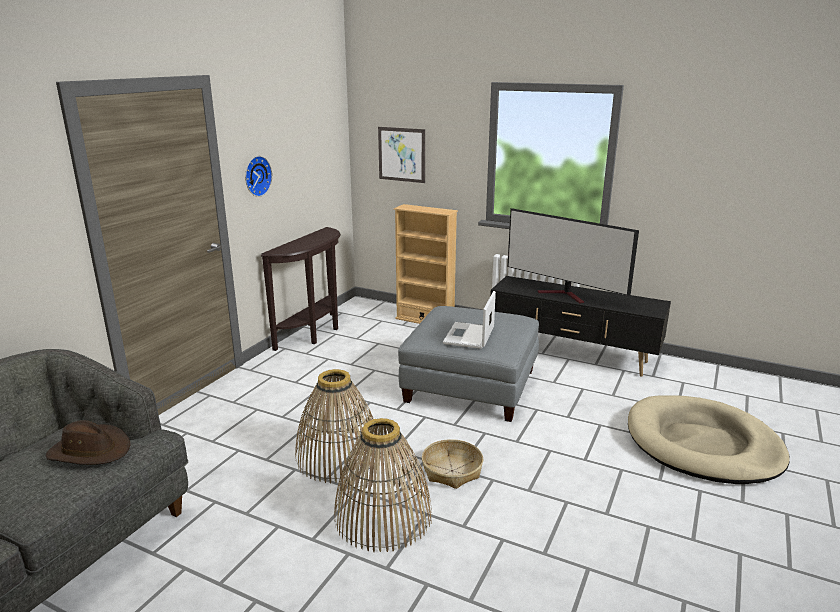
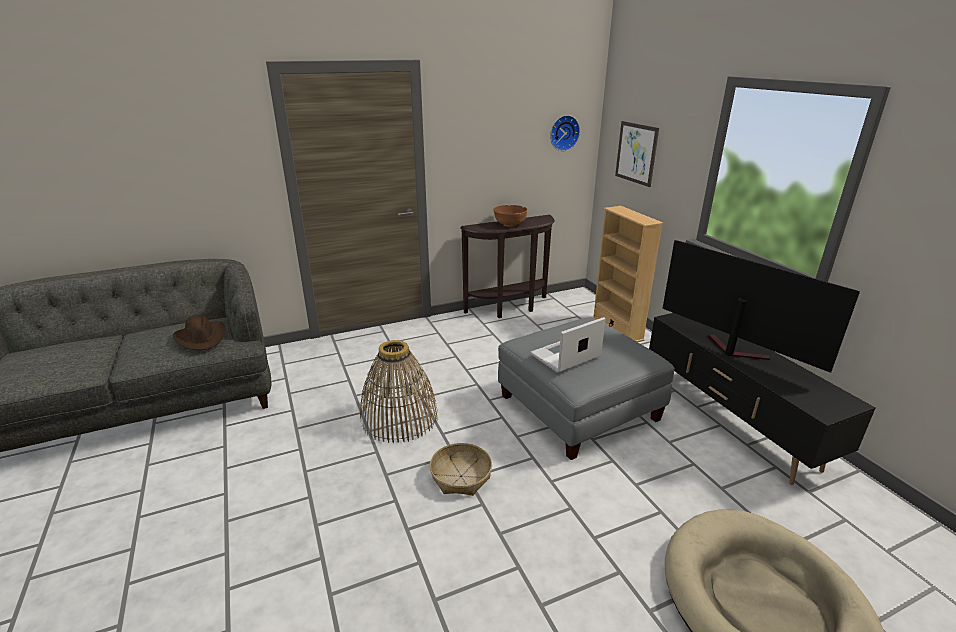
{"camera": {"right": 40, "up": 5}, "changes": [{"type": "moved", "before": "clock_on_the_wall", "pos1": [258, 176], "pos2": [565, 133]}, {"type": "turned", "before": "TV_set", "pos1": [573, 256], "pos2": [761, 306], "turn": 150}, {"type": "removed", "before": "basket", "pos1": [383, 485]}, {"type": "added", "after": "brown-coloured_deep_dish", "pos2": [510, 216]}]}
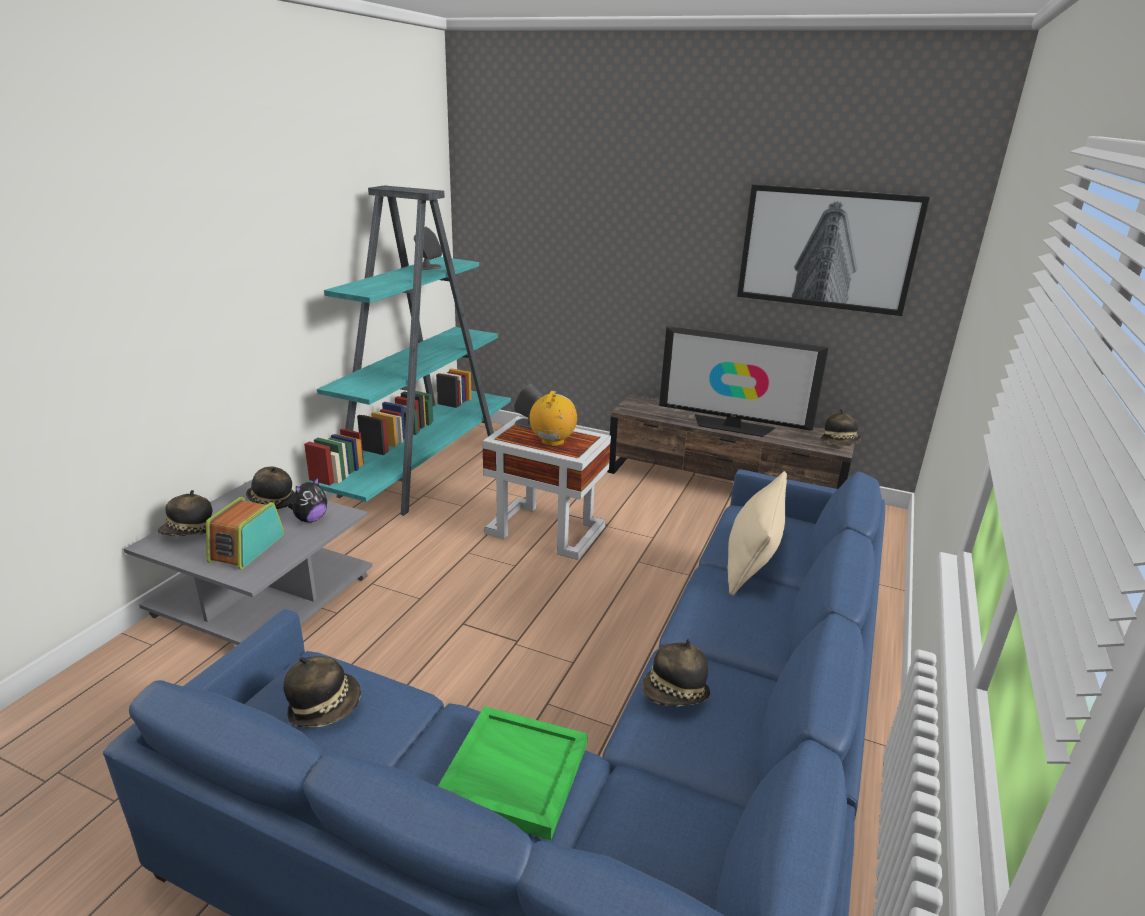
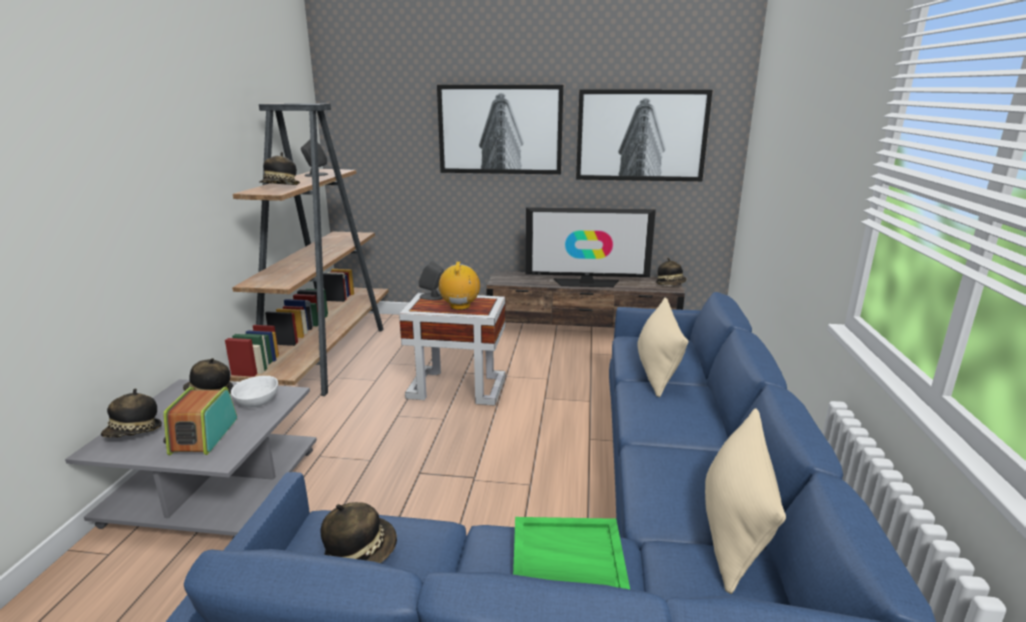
{"camera": {"right": -15, "up": -5}, "changes": [{"type": "recoloured", "before": "turquoise_bookcase", "after": "brown-coloured_bookcase", "pos1": [407, 350], "pos2": [307, 249]}, {"type": "replaced", "before": "soft_toy", "after": "white-coloured_deep_dish", "pos1": [307, 499], "pos2": [254, 391]}, {"type": "moved", "before": "wearable_hat", "pos1": [676, 673], "pos2": [280, 168]}, {"type": "added", "after": "wall_art", "pos2": [500, 129]}, {"type": "added", "after": "sand-coloured_throw_pillow", "pos2": [745, 501]}]}
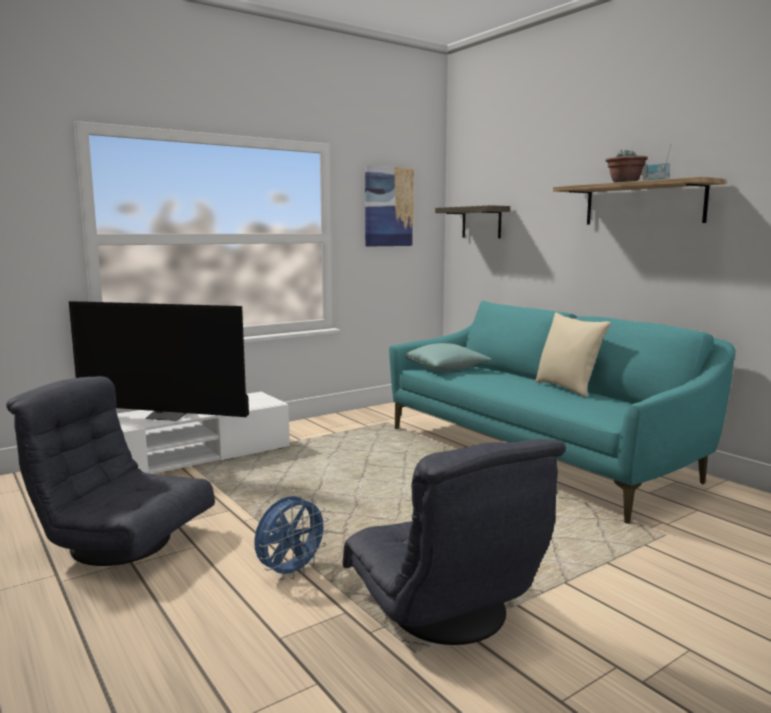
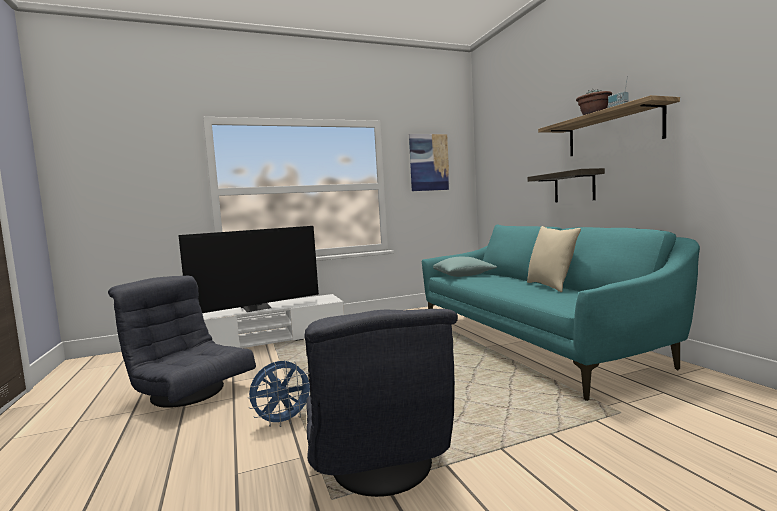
{"camera": {"right": 15, "up": -5}, "changes": [{"type": "moved", "before": "wall_shelf", "pos1": [472, 221], "pos2": [566, 185]}, {"type": "turned", "before": "TV_set", "pos1": [159, 361], "pos2": [248, 269], "turn": -60}]}
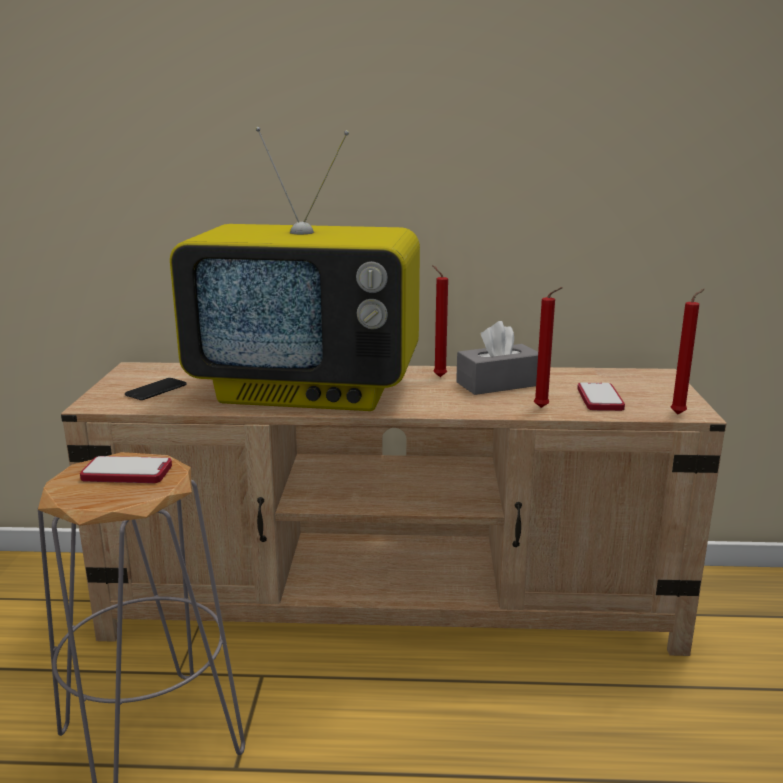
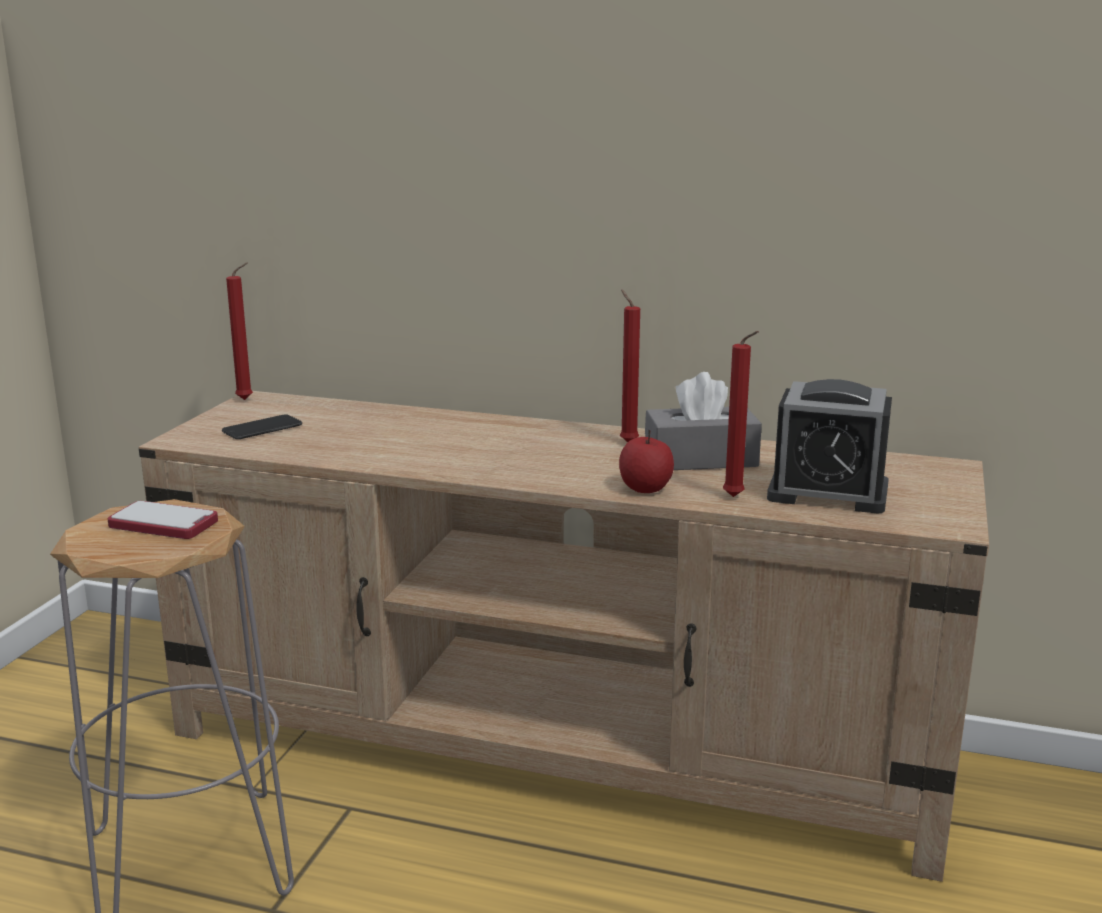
{"camera": {"right": 15, "up": 0}, "changes": [{"type": "removed", "before": "TV_set", "pos1": [295, 269]}, {"type": "moved", "before": "red_candle", "pos1": [687, 351], "pos2": [239, 331]}, {"type": "replaced", "before": "handset", "after": "bedside_clock", "pos1": [601, 397], "pos2": [829, 446]}, {"type": "added", "after": "apple_fruit", "pos2": [646, 461]}]}
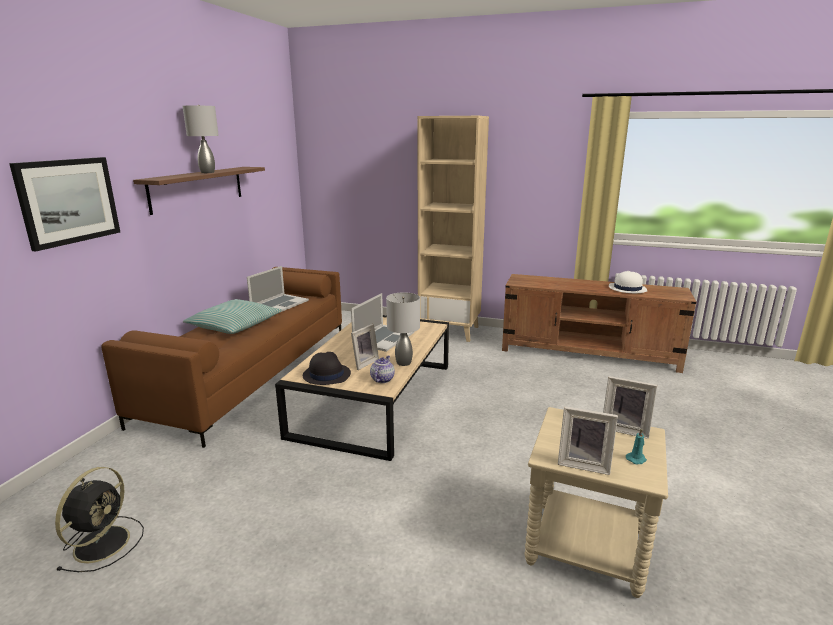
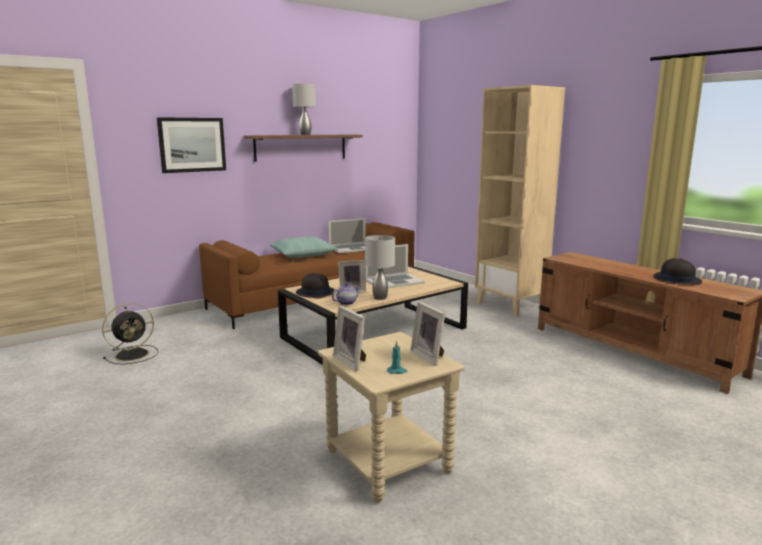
{"camera": {"right": 35, "up": -5}, "changes": [{"type": "recoloured", "before": "white-coloured_wearable_hat", "after": "black_wearable_hat", "pos1": [628, 282], "pos2": [677, 271]}]}
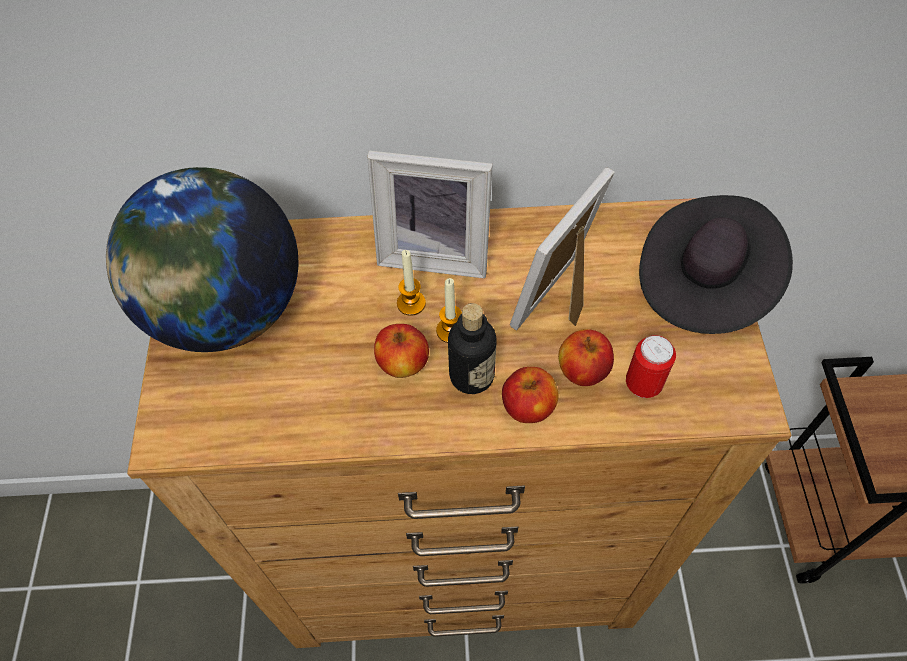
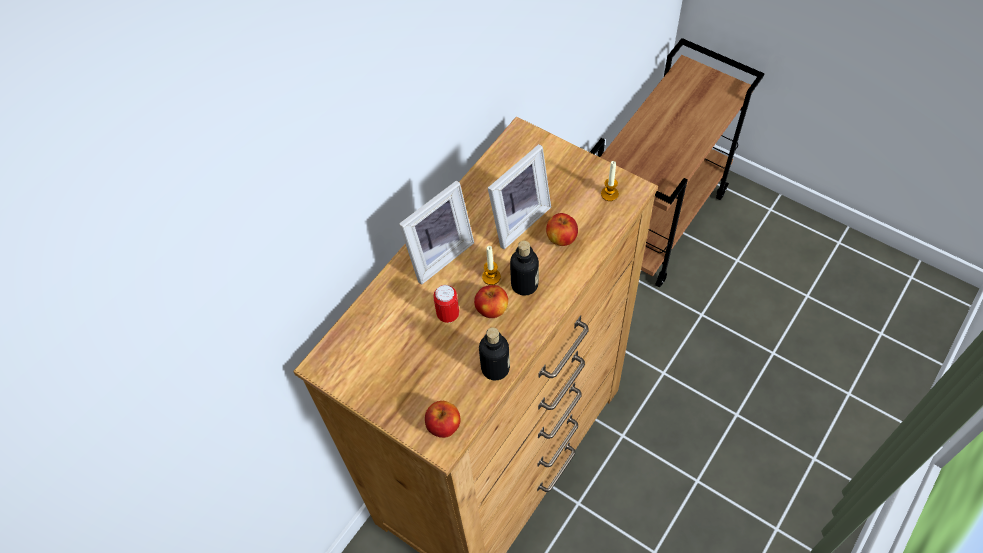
{"camera": {"right": -50, "up": 0}, "changes": [{"type": "removed", "before": "desk_globe", "pos1": [202, 259]}, {"type": "turned", "before": "picture_frame", "pos1": [562, 249], "pos2": [519, 196], "turn": -120}, {"type": "removed", "before": "black_wearable_hat", "pos1": [716, 264]}, {"type": "moved", "before": "candle", "pos1": [411, 283], "pos2": [610, 181]}, {"type": "moved", "before": "sealed_can", "pos1": [651, 366], "pos2": [446, 304]}, {"type": "moved", "before": "apple_fruit", "pos1": [530, 395], "pos2": [442, 419]}, {"type": "added", "after": "beverage_bottle", "pos2": [494, 354]}]}
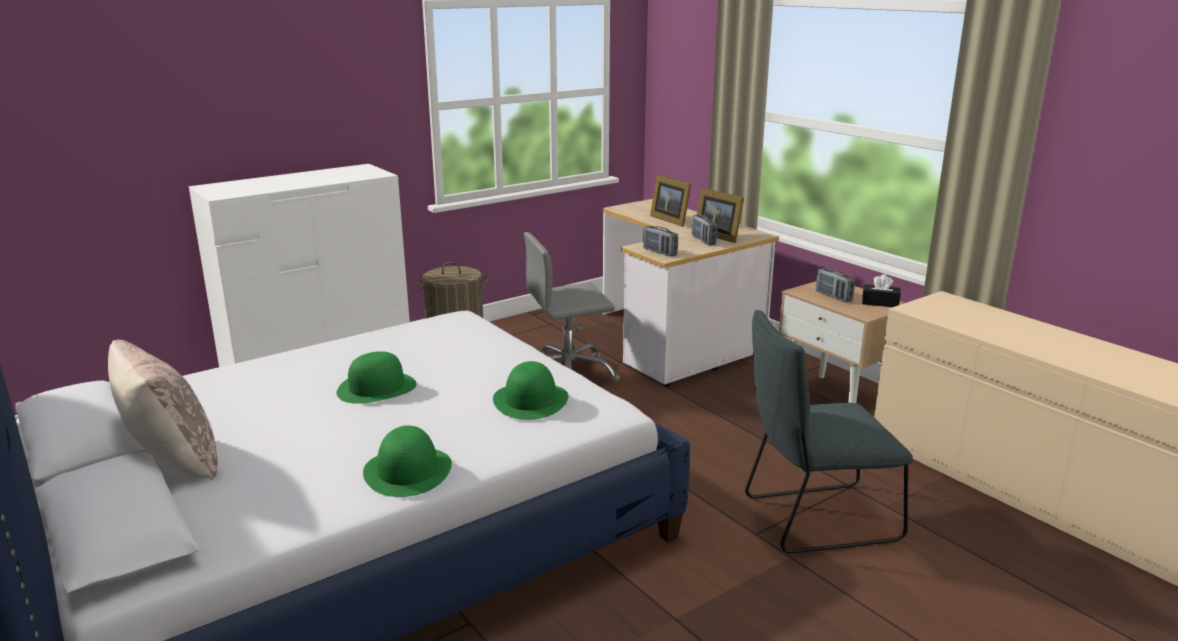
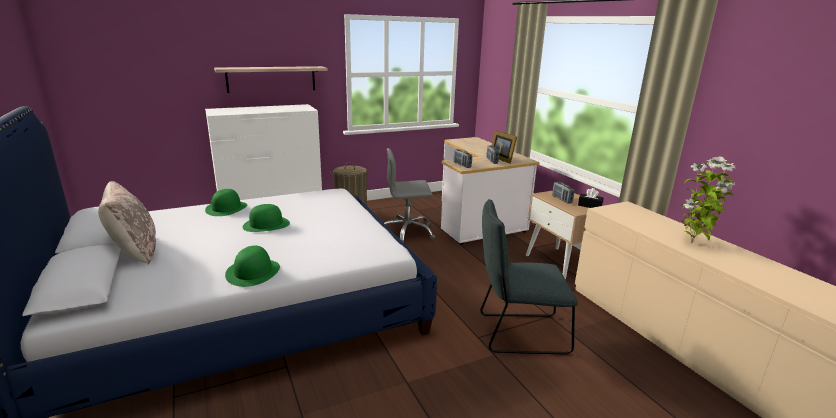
{"camera": {"right": 10, "up": 0}, "changes": [{"type": "removed", "before": "picture_frame", "pos1": [670, 201]}, {"type": "moved", "before": "greenish_wearable_hat", "pos1": [530, 390], "pos2": [226, 202]}, {"type": "added", "after": "wall_shelf", "pos2": [271, 79]}, {"type": "added", "after": "plant_in_a_pot", "pos2": [708, 199]}]}
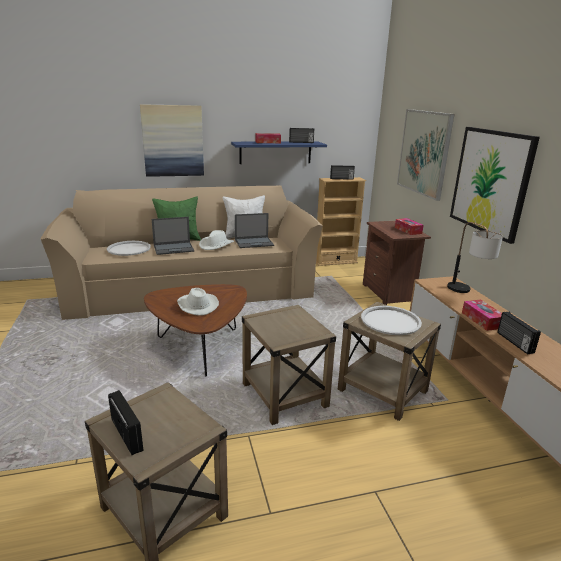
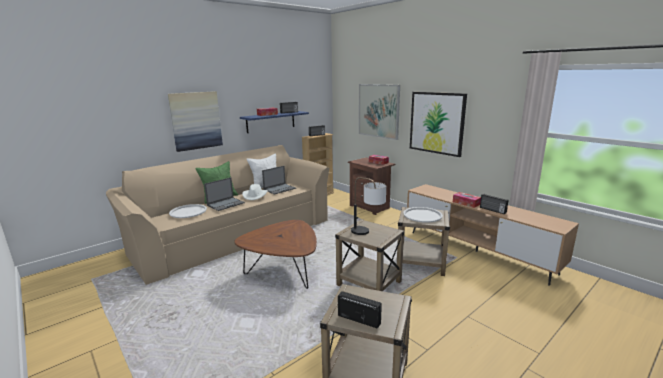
{"camera": {"right": -25, "up": -5}, "changes": [{"type": "moved", "before": "tabletop_lamp", "pos1": [475, 257], "pos2": [368, 206]}, {"type": "removed", "before": "white-coloured_wearable_hat", "pos1": [198, 302]}]}
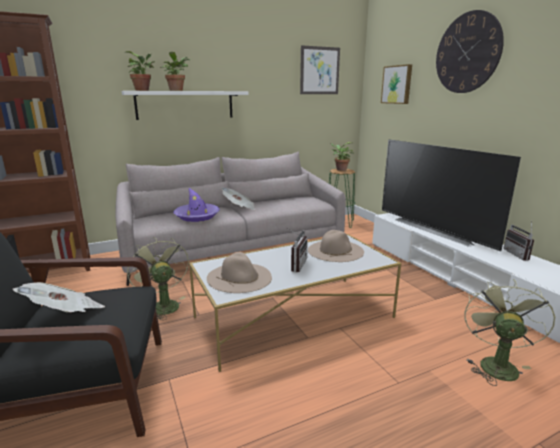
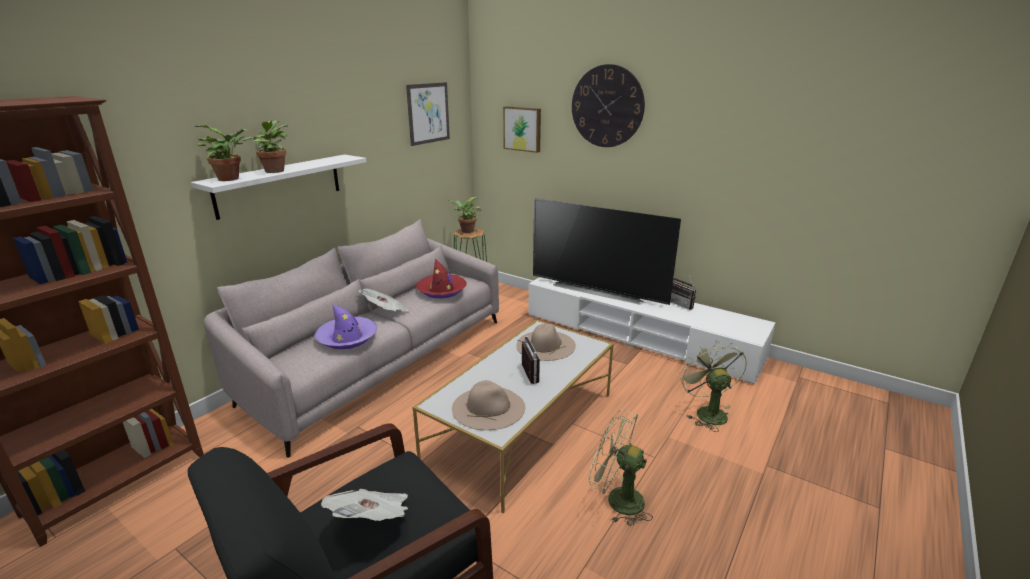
{"camera": {"right": -30, "up": 5}, "changes": [{"type": "moved", "before": "greenish_electric_fan", "pos1": [158, 278], "pos2": [621, 467]}, {"type": "added", "after": "red_wearable_hat", "pos2": [441, 278]}]}
